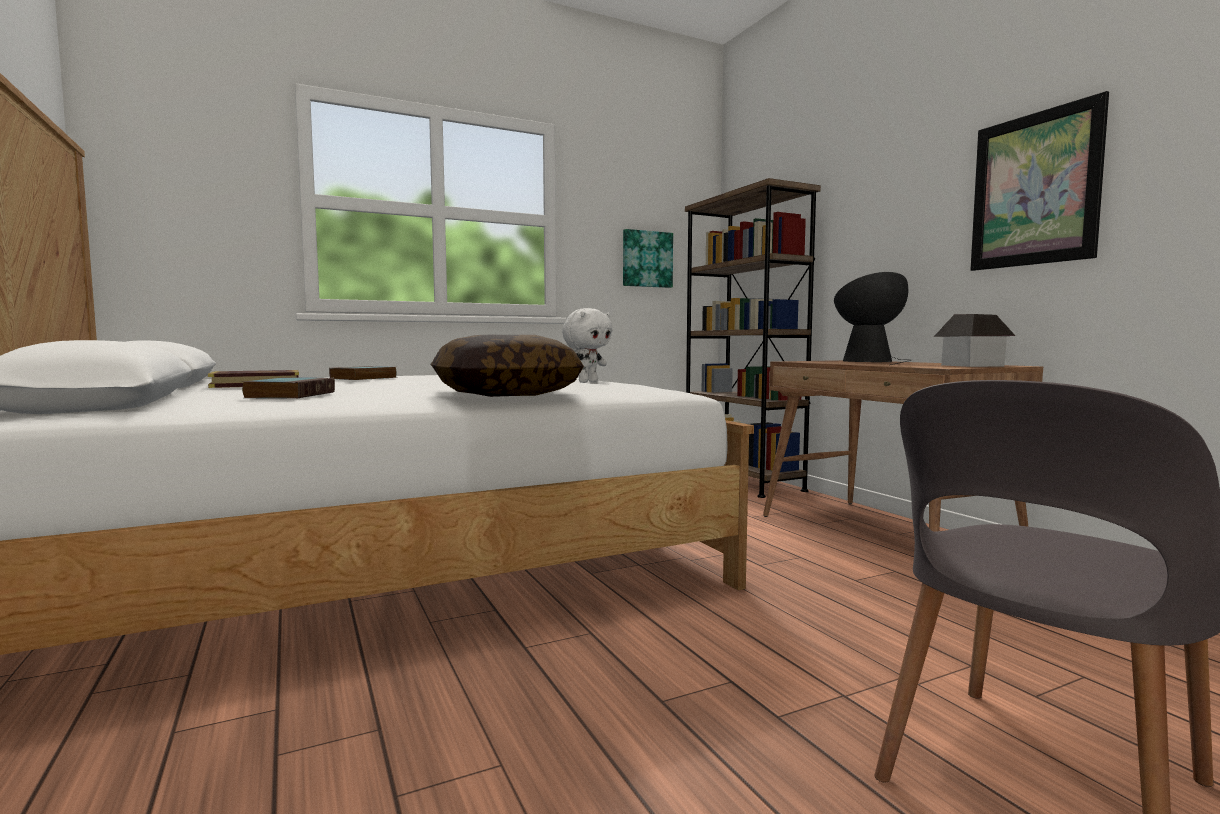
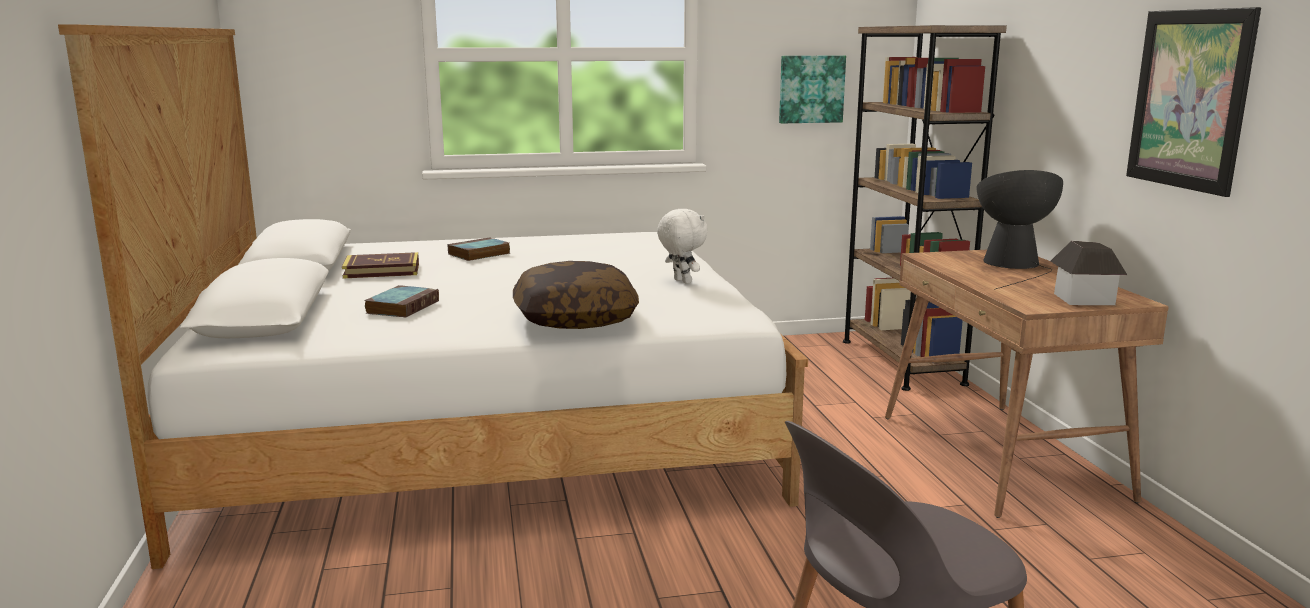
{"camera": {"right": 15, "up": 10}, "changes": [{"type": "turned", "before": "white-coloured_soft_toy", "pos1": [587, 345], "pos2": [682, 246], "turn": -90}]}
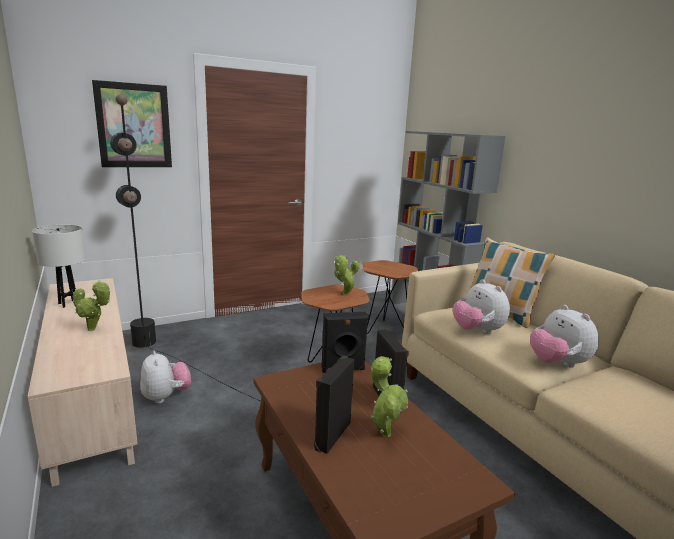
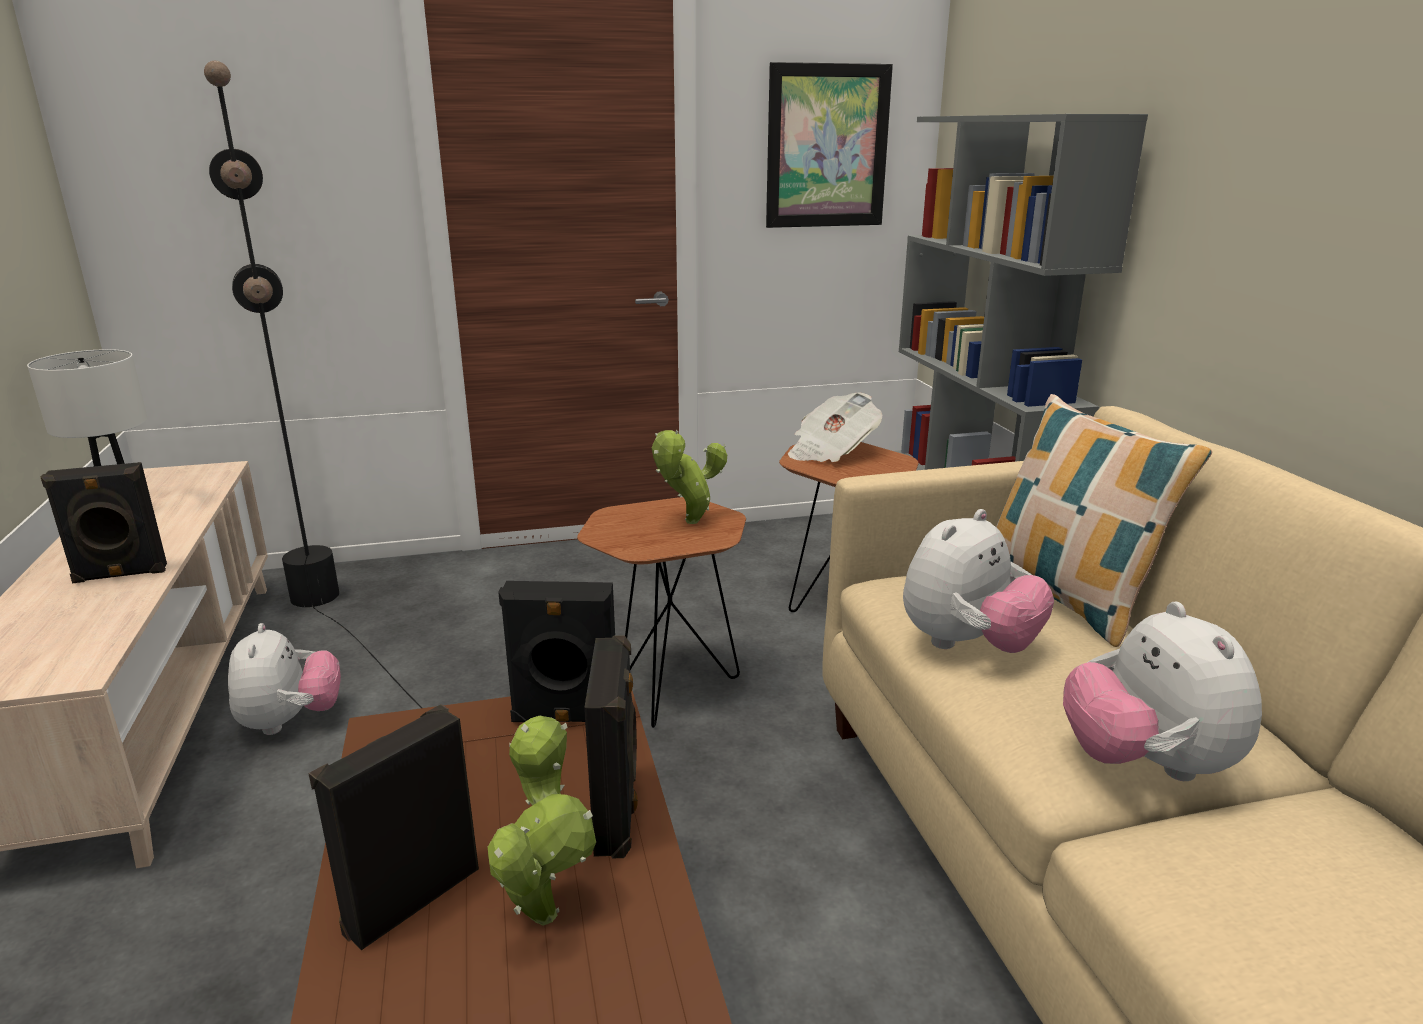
{"camera": {"right": 15, "up": 5}, "changes": [{"type": "moved", "before": "wall_art", "pos1": [132, 123], "pos2": [829, 145]}, {"type": "turned", "before": "soft_toy", "pos1": [481, 306], "pos2": [978, 581], "turn": -120}, {"type": "replaced", "before": "plant_in_a_pot", "after": "black_audio_speaker", "pos1": [91, 305], "pos2": [103, 523]}, {"type": "added", "after": "daily_paper", "pos2": [835, 427]}]}
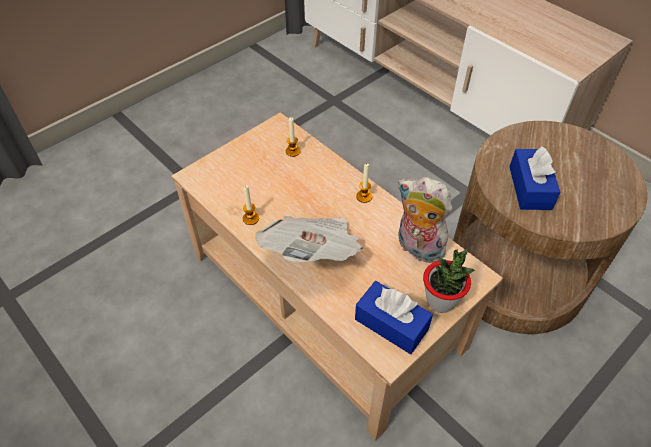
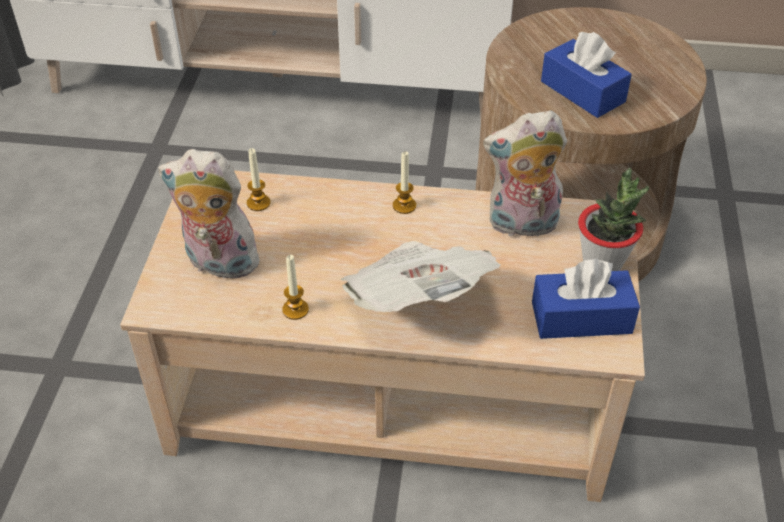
{"camera": {"right": -40, "up": -5}, "changes": [{"type": "added", "after": "soft_toy", "pos2": [212, 216]}]}
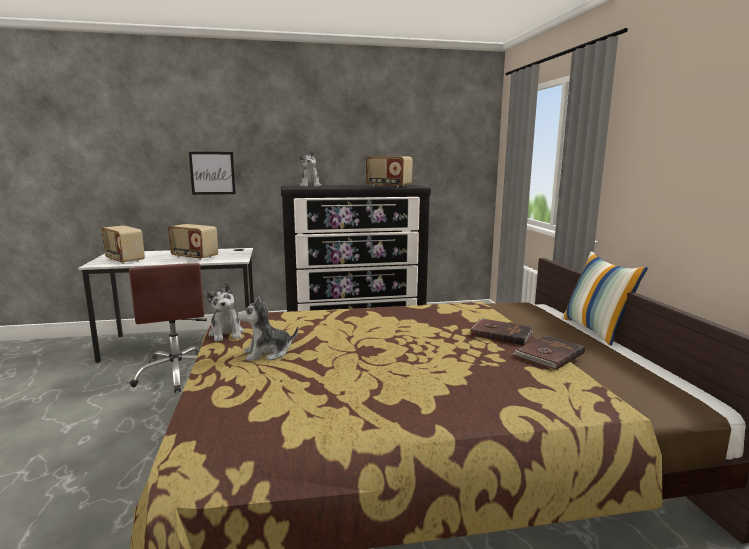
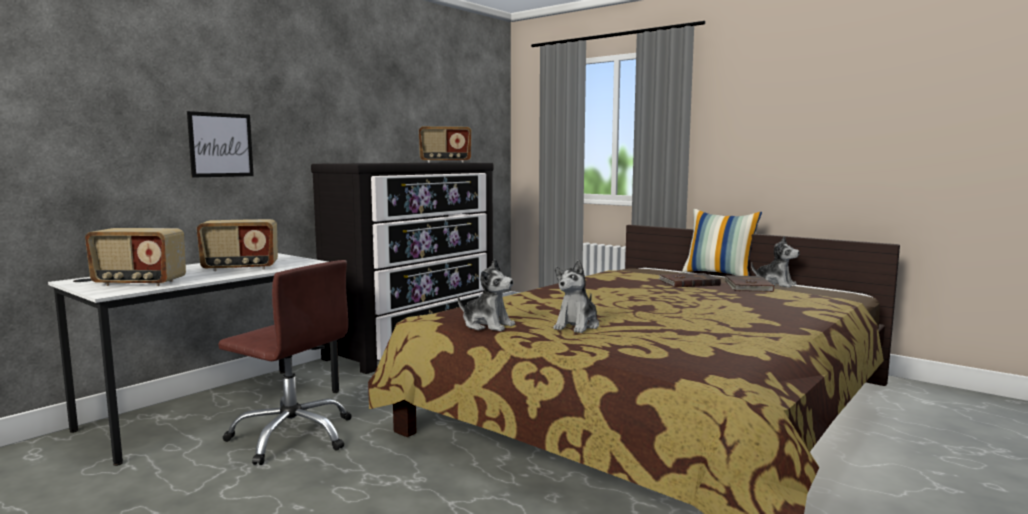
{"camera": {"right": -40, "up": -5}, "changes": [{"type": "moved", "before": "soft_toy", "pos1": [309, 168], "pos2": [775, 262]}]}
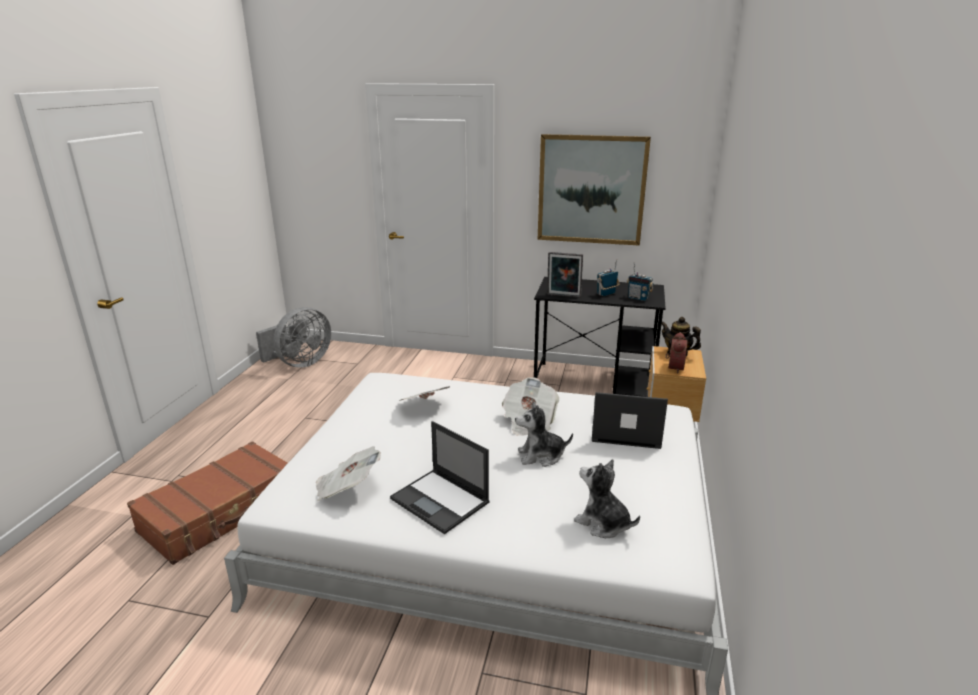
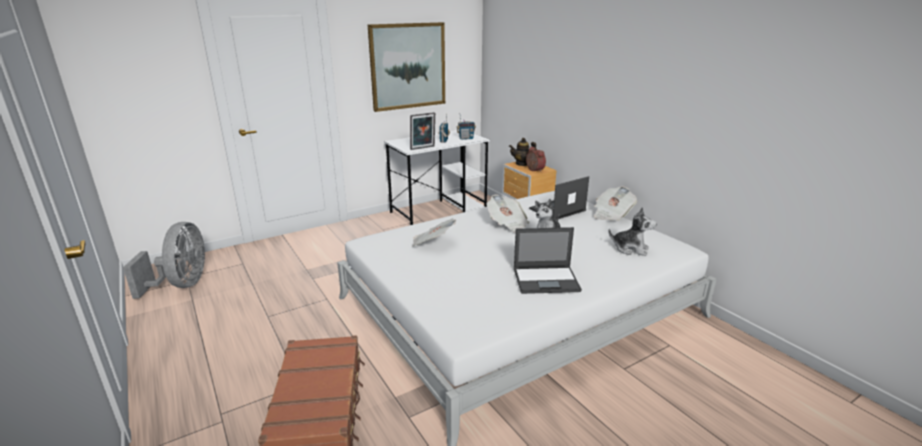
{"camera": {"right": -45, "up": 0}, "changes": [{"type": "recoloured", "before": "black_desk_table", "after": "white-coloured_desk_table", "pos1": [600, 337], "pos2": [437, 177]}, {"type": "moved", "before": "daily_paper", "pos1": [348, 473], "pos2": [615, 204]}, {"type": "turned", "before": "soft_toy", "pos1": [607, 498], "pos2": [632, 231], "turn": -150}]}
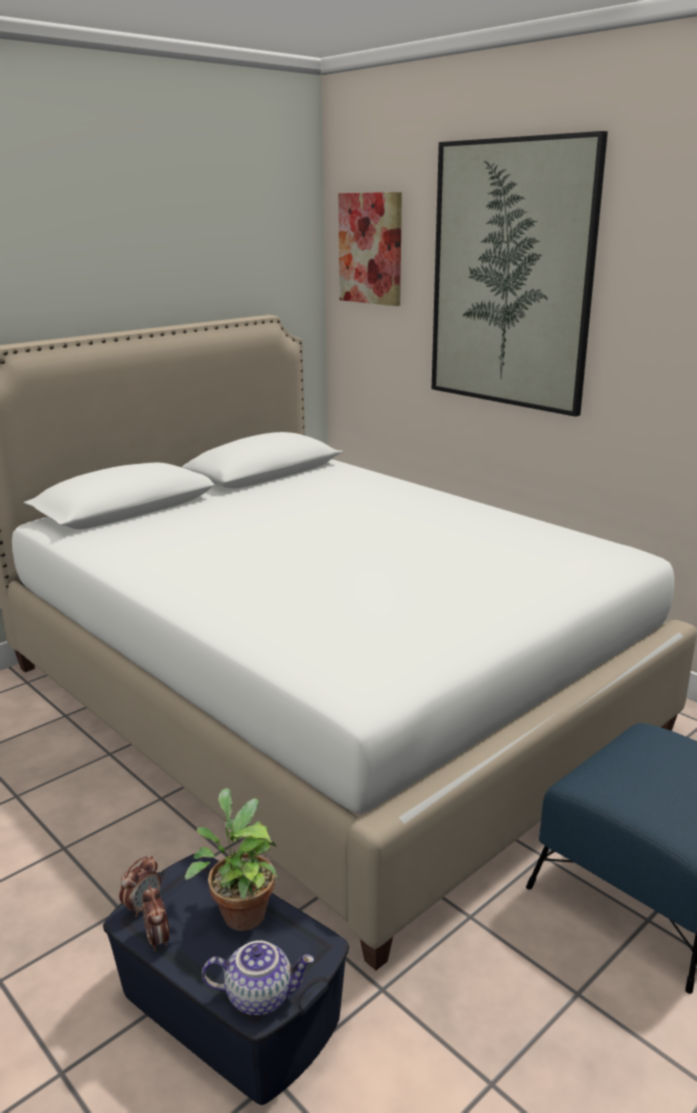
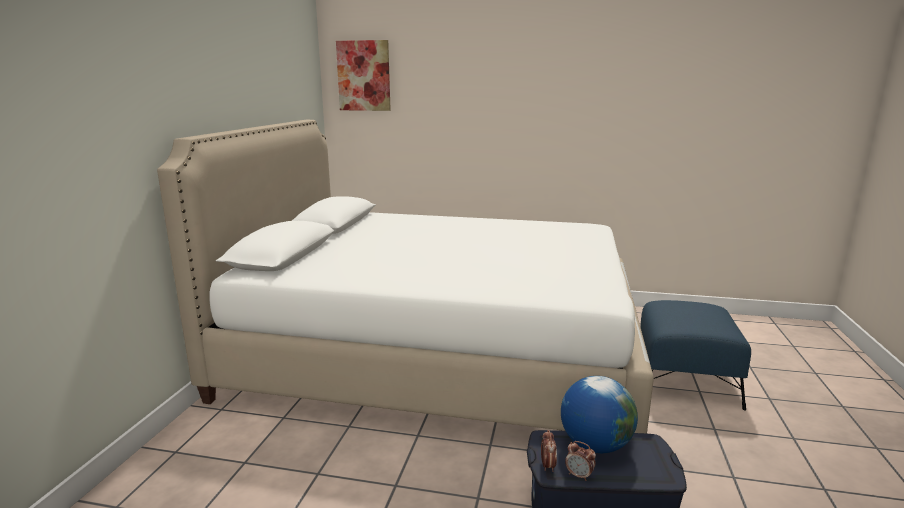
{"camera": {"right": -35, "up": -5}, "changes": [{"type": "removed", "before": "wall_art", "pos1": [520, 274]}, {"type": "replaced", "before": "plant_in_a_pot", "after": "desk_globe", "pos1": [232, 859], "pos2": [599, 414]}, {"type": "removed", "before": "pot_for_tea", "pos1": [258, 978]}]}
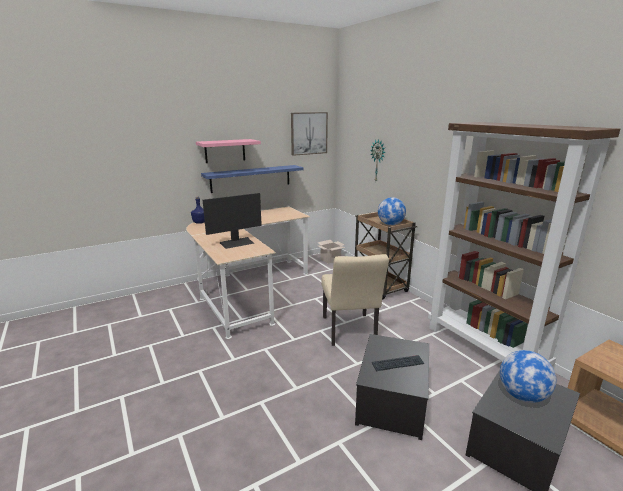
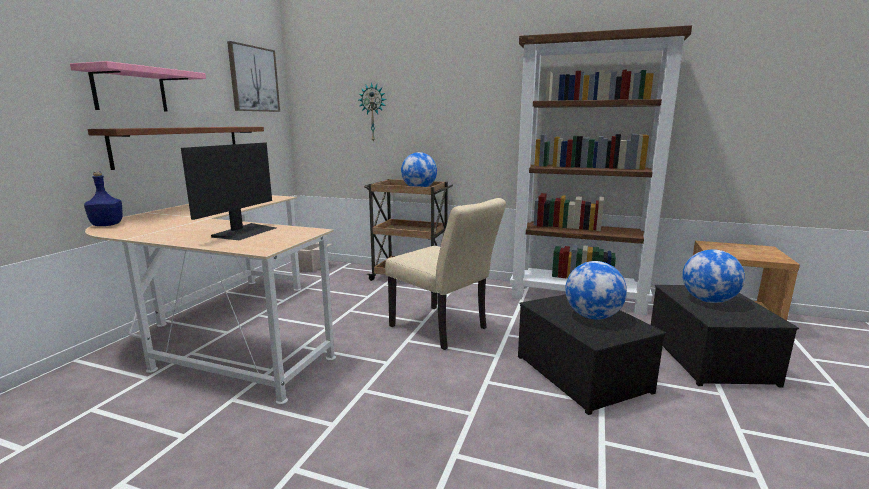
{"camera": {"right": -40, "up": -5}, "changes": [{"type": "recoloured", "before": "bluish_wall_shelf", "after": "brown-coloured_wall_shelf", "pos1": [252, 179], "pos2": [176, 148]}, {"type": "replaced", "before": "PC_keyboard", "after": "desk_globe", "pos1": [398, 363], "pos2": [596, 290]}]}
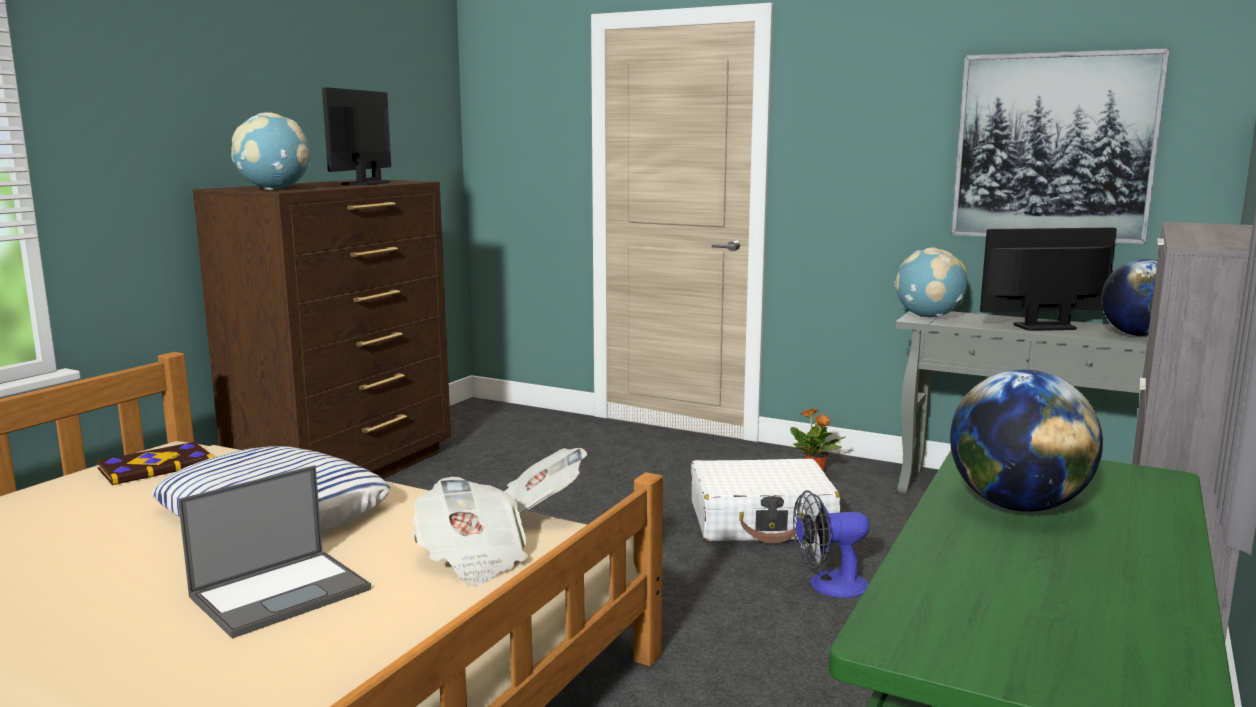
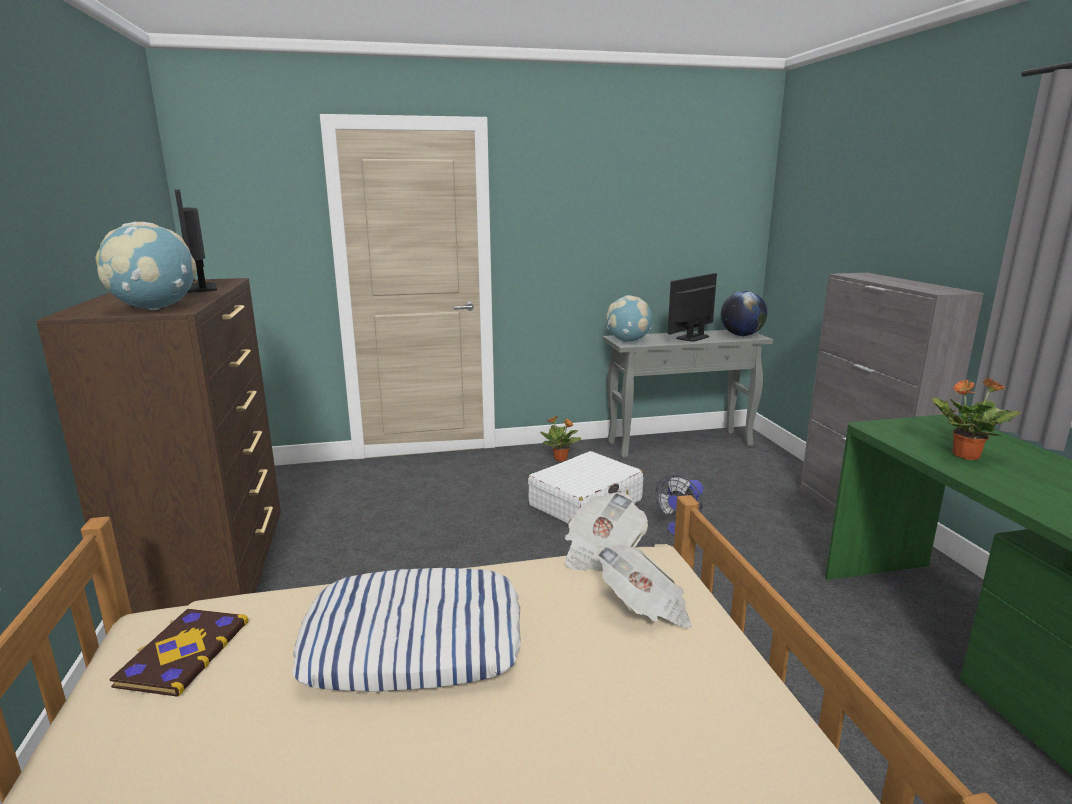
{"camera": {"right": -40, "up": 5}, "changes": [{"type": "removed", "before": "wall_art", "pos1": [1060, 146]}, {"type": "replaced", "before": "desk_globe", "after": "plant_in_a_pot", "pos1": [1026, 440], "pos2": [976, 419]}, {"type": "removed", "before": "notebook_computer", "pos1": [274, 552]}]}
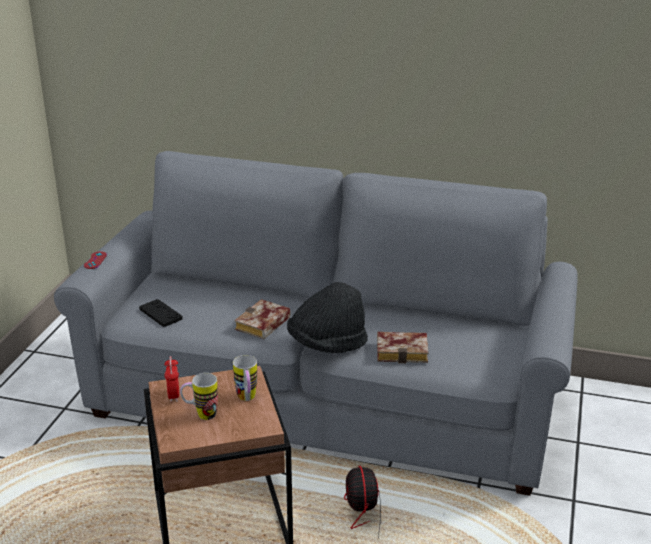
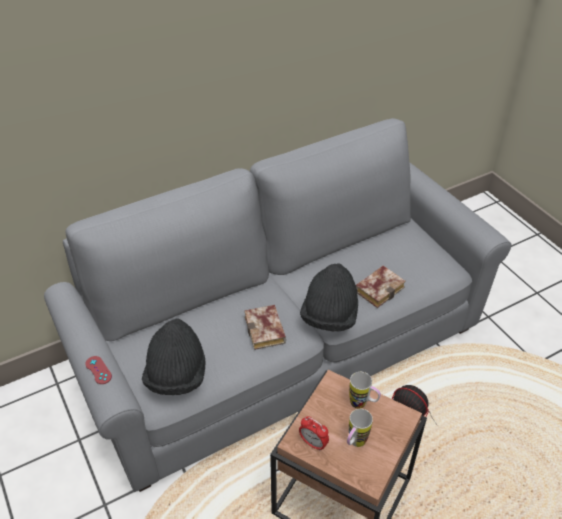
{"camera": {"right": -45, "up": 15}, "changes": [{"type": "replaced", "before": "black_game_controller", "after": "black_wearable_hat", "pos1": [161, 313], "pos2": [174, 356]}]}
